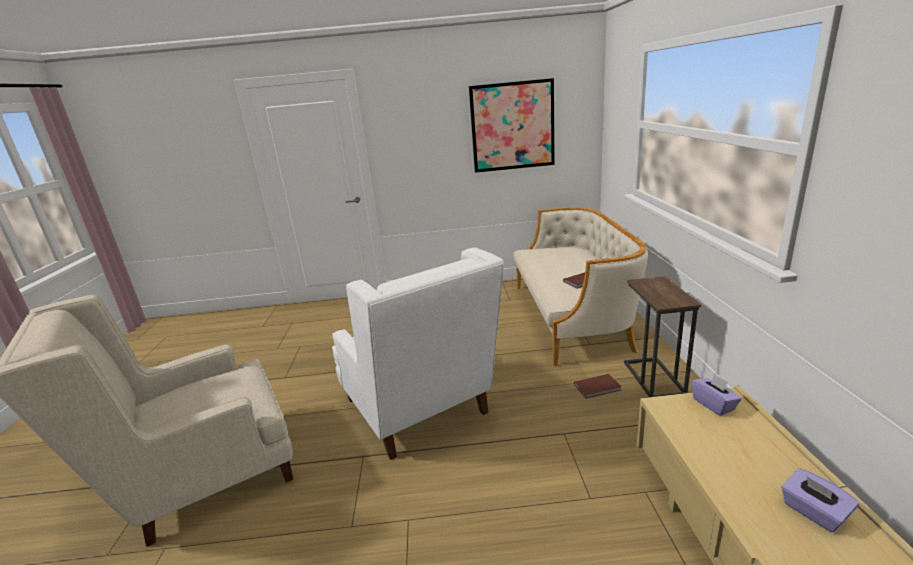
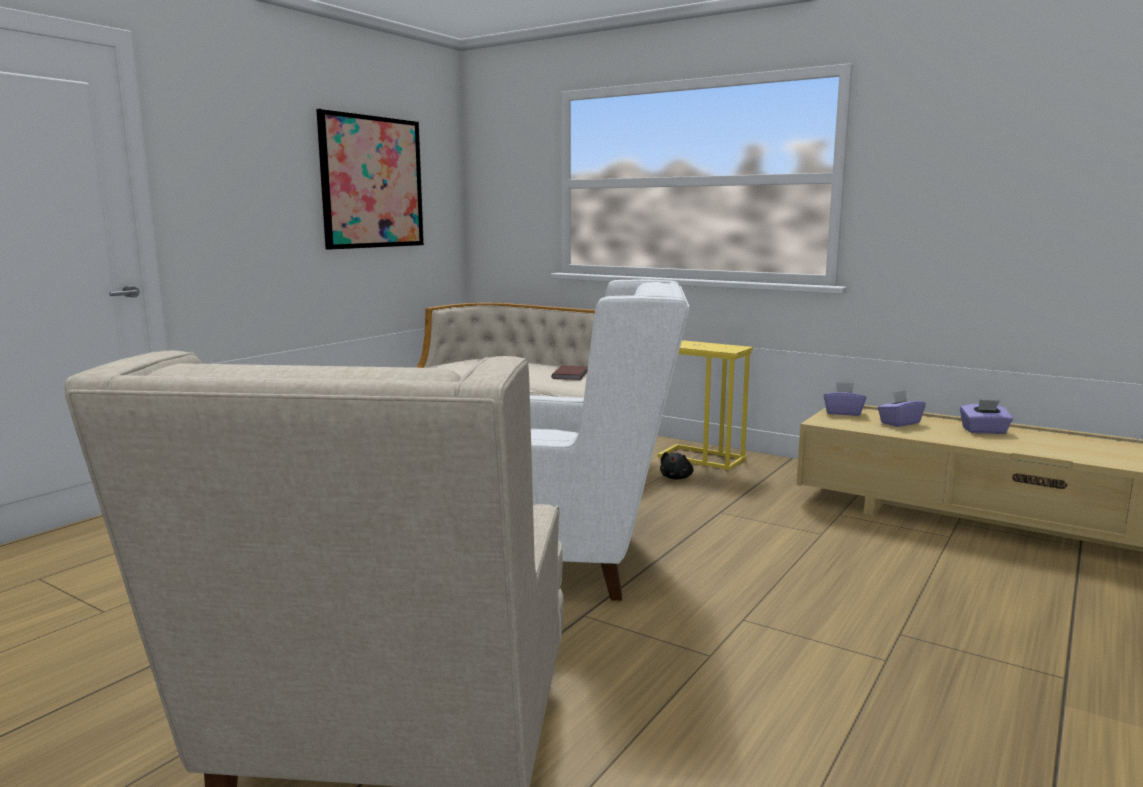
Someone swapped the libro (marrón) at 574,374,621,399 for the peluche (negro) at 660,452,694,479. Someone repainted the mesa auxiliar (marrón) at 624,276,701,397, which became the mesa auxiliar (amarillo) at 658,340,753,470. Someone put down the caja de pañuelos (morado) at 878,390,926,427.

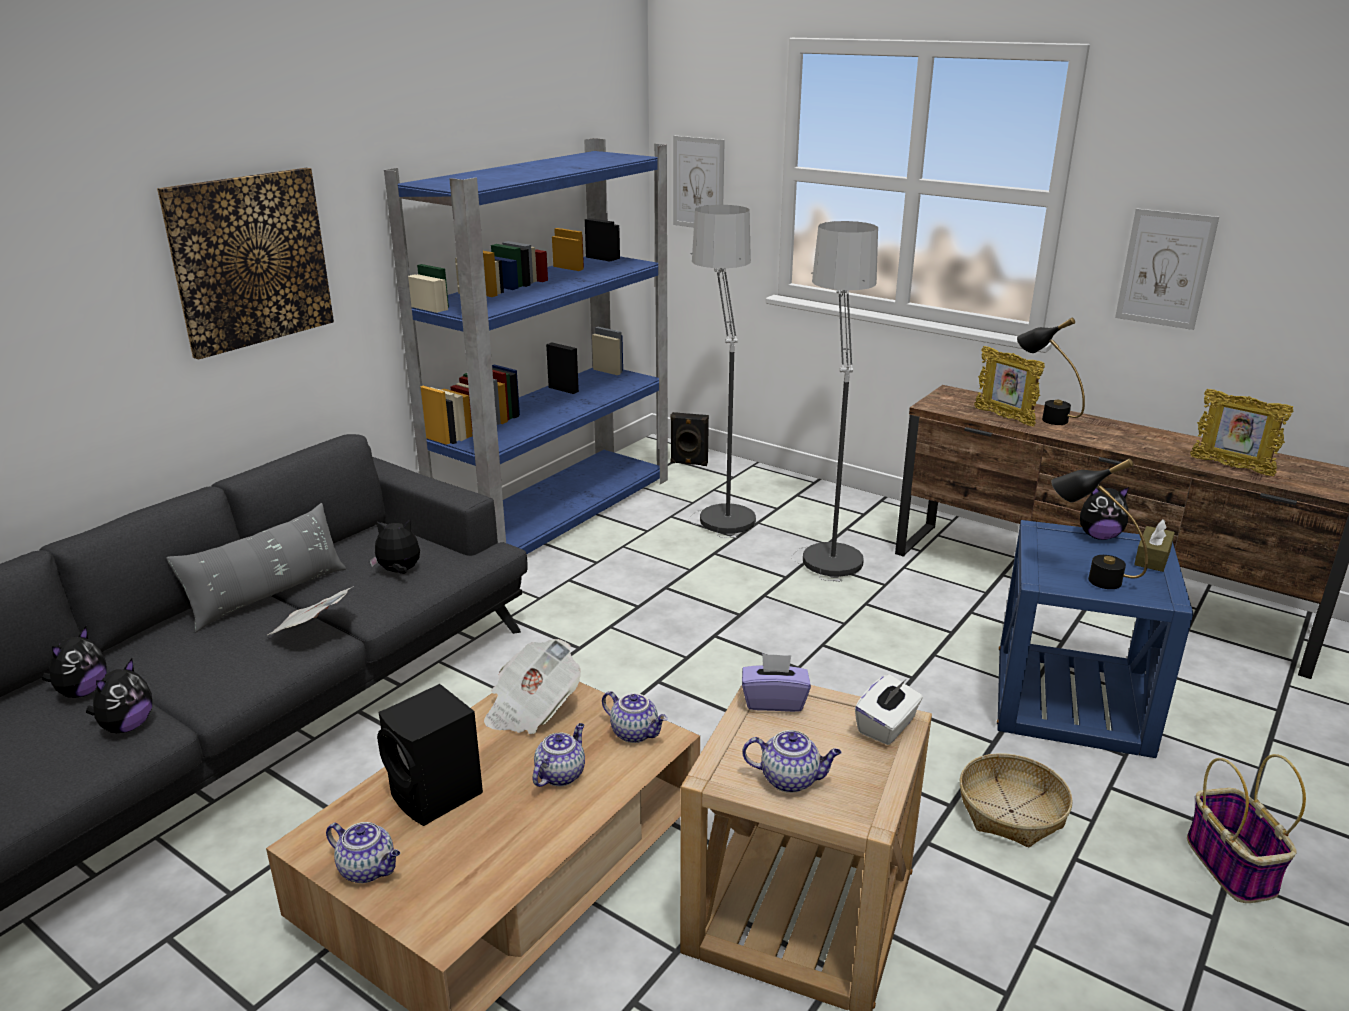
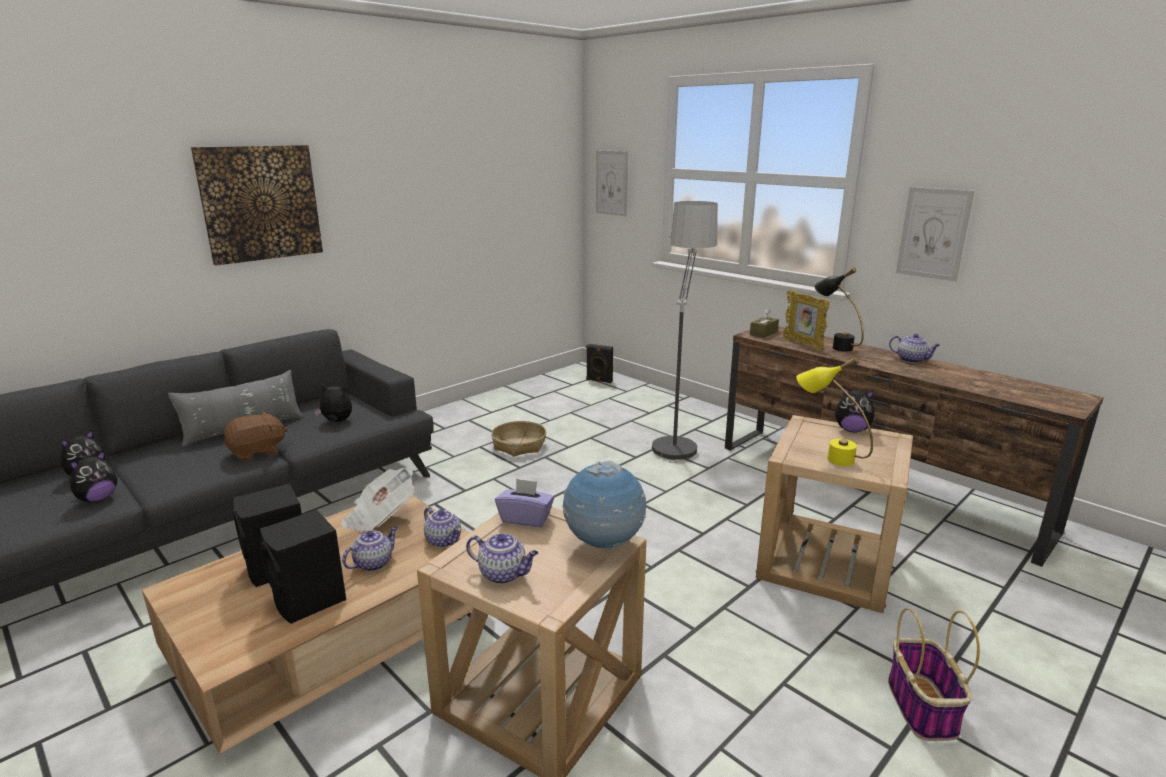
Someone swapped the periódico at 266,586,354,636 for the peluche (marrón) at 224,412,288,462. Someone carried the tetera from 326,822,400,883 to 889,334,940,363. Someone took away the estantería (azul) at 384,138,668,554. Someone took away the lámpara de pie at 689,205,756,538. Someone swapped the caja de pañuelos (blanco) at 855,674,923,745 for the globo terráqueo at 563,461,646,551. Someone carried the cesta from 960,753,1073,847 to 491,421,547,457. Someone repainted the mesa auxiliar (azul) at 997,520,1193,758, which became the mesa auxiliar (beis) at 756,415,913,613. Someone repainted the lámpara de mesa (negro) at 1051,458,1148,589, which became the lámpara de mesa (amarillo) at 797,357,873,466. Someone carried the caja de pañuelos (marrón) from 1134,520,1175,572 to 750,309,779,338. Someone took away the portarretratos at 1190,389,1293,476. Someone put down the altavoz (negro) at 259,510,346,624.

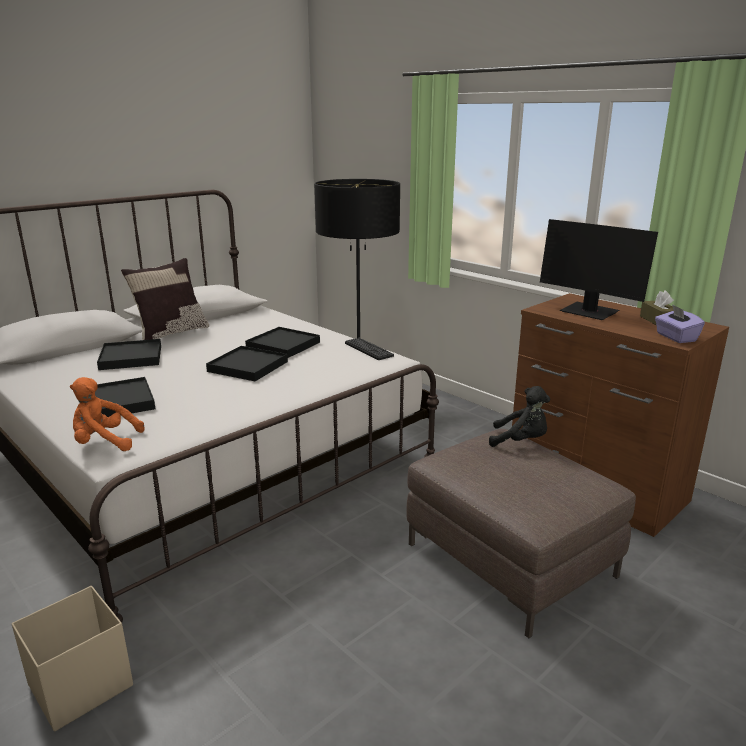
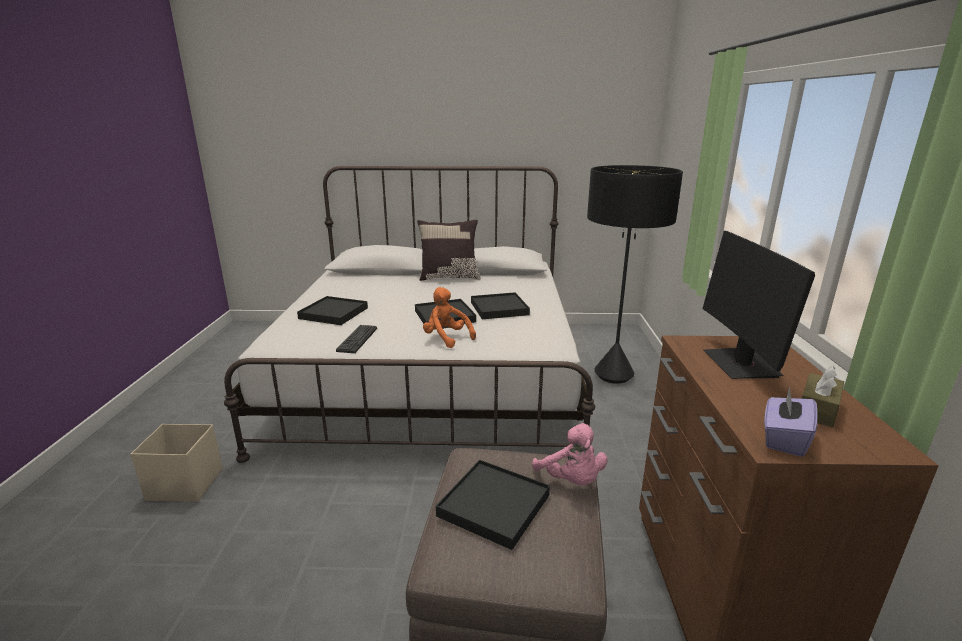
Someone carried the peluche (naranja) from 70,377,145,451 to 423,287,476,348. Someone carried the bandeja (negro) from 97,339,161,370 to 436,460,550,550. Someone carried the teclado from 345,338,394,360 to 336,325,377,353. Someone repainted the peluche (negro) at 489,386,550,447, which became the peluche (rosa) at 532,423,607,485.

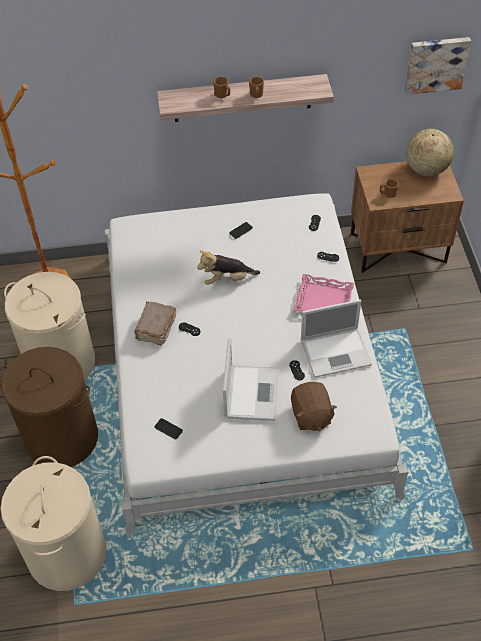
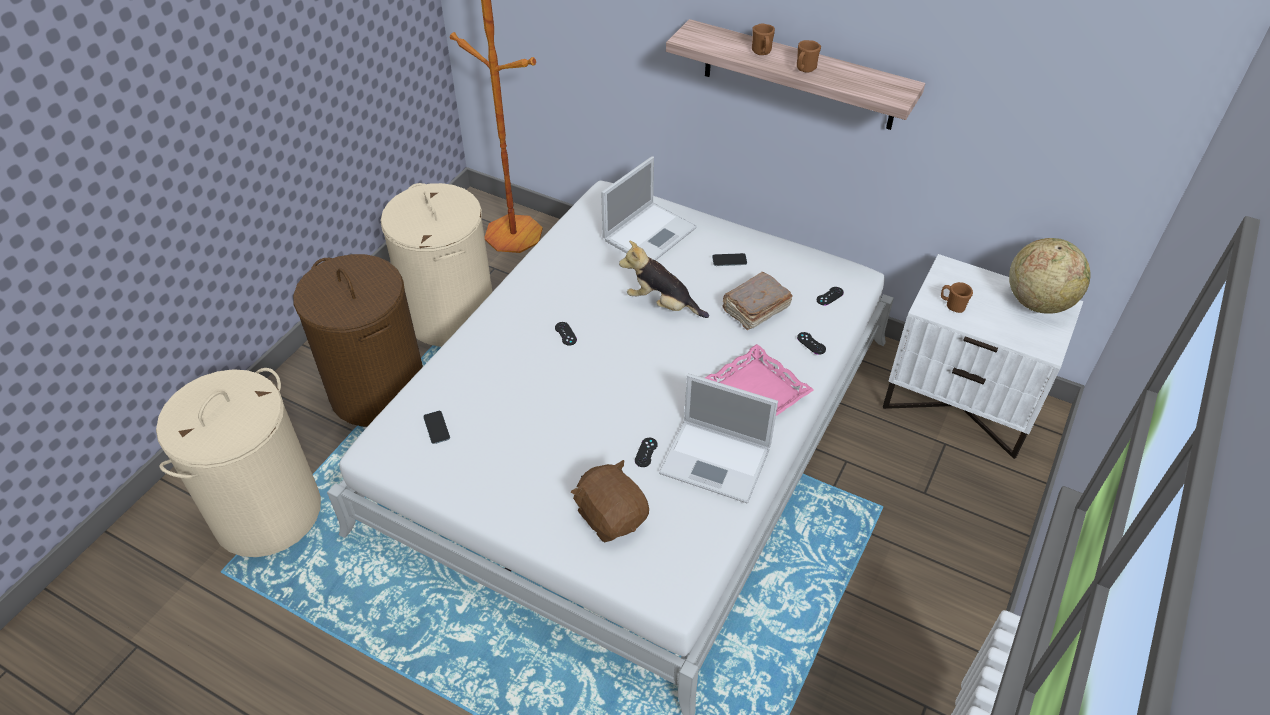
Someone carried the libro (marrón) from 135,302,176,346 to 722,272,793,330. Someone carried the portátil from 223,338,278,421 to 601,156,697,261. Someone rotated the peluche (marrón) at 291,382,337,431 by 120 degrees clockwise. Someone repainted the mesita de noche (marrón) at 351,161,464,273, which became the mesita de noche (blanco) at 883,254,1083,459. Someone took away the cuadro at 404,37,472,95.

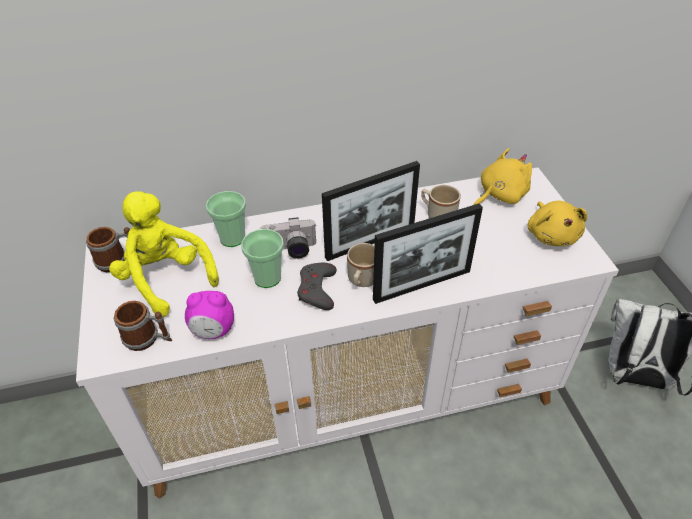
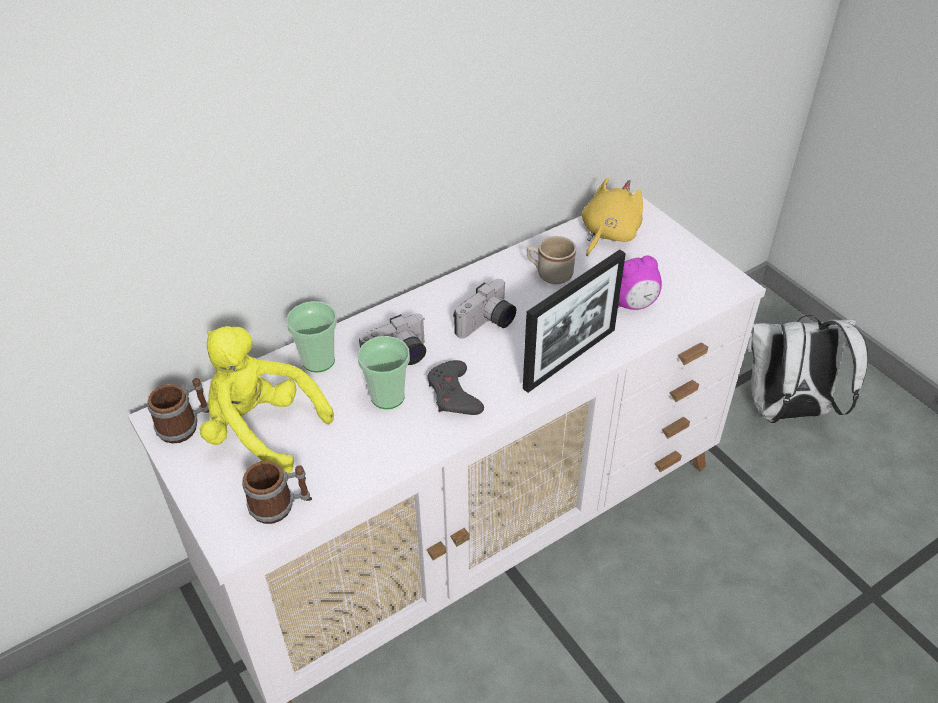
Someone carried the despertador from 185,291,234,339 to 618,256,662,310. Someone swapped the portarretratos at 322,161,420,261 for the cámara at 453,279,516,339. Someone took away the taza grande (beis) at 347,243,374,287. Someone took away the peluche (amarillo) at 528,201,587,246.

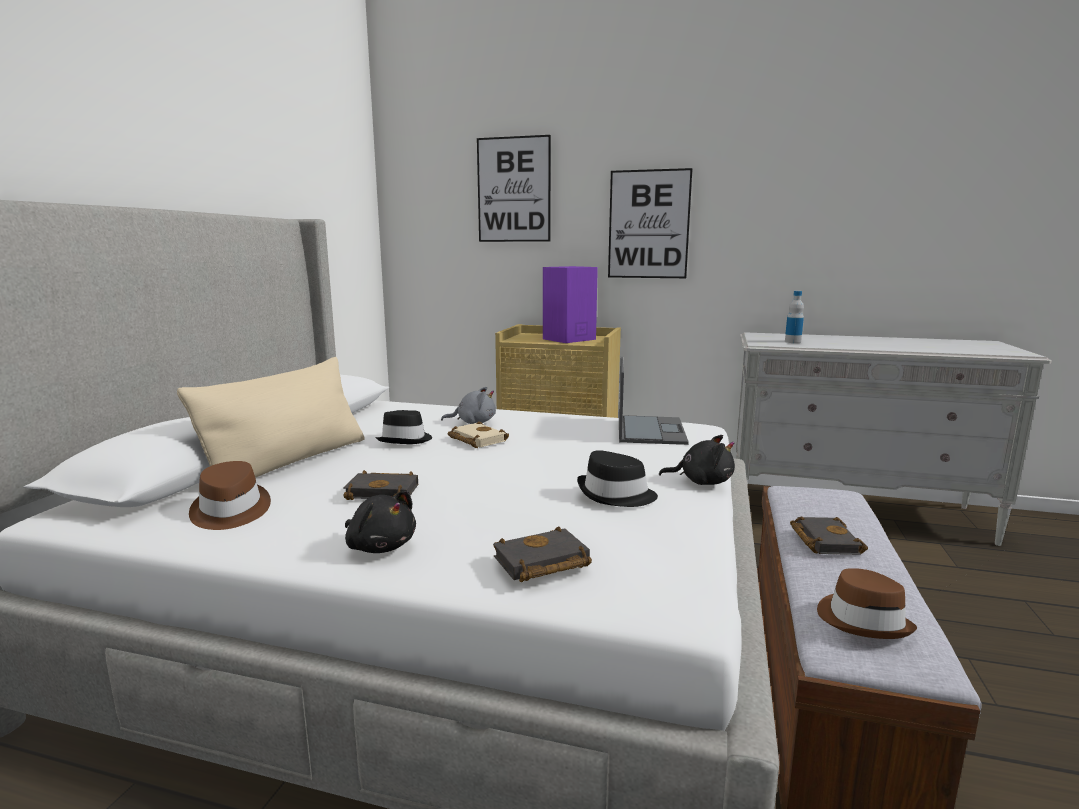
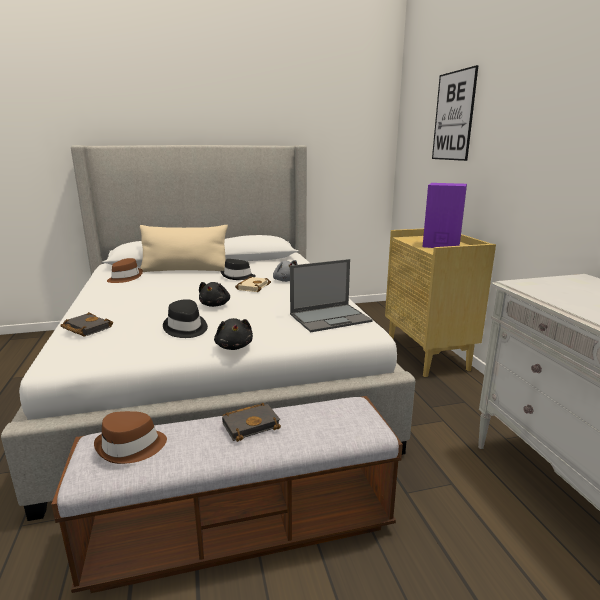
Someone took away the libro (negro) at 343,470,418,500. Someone carried the peluche (negro) from 345,491,416,553 to 199,282,230,307. Someone took away the cuadro at 608,168,693,278. Someone took away the botella at 785,291,804,343.

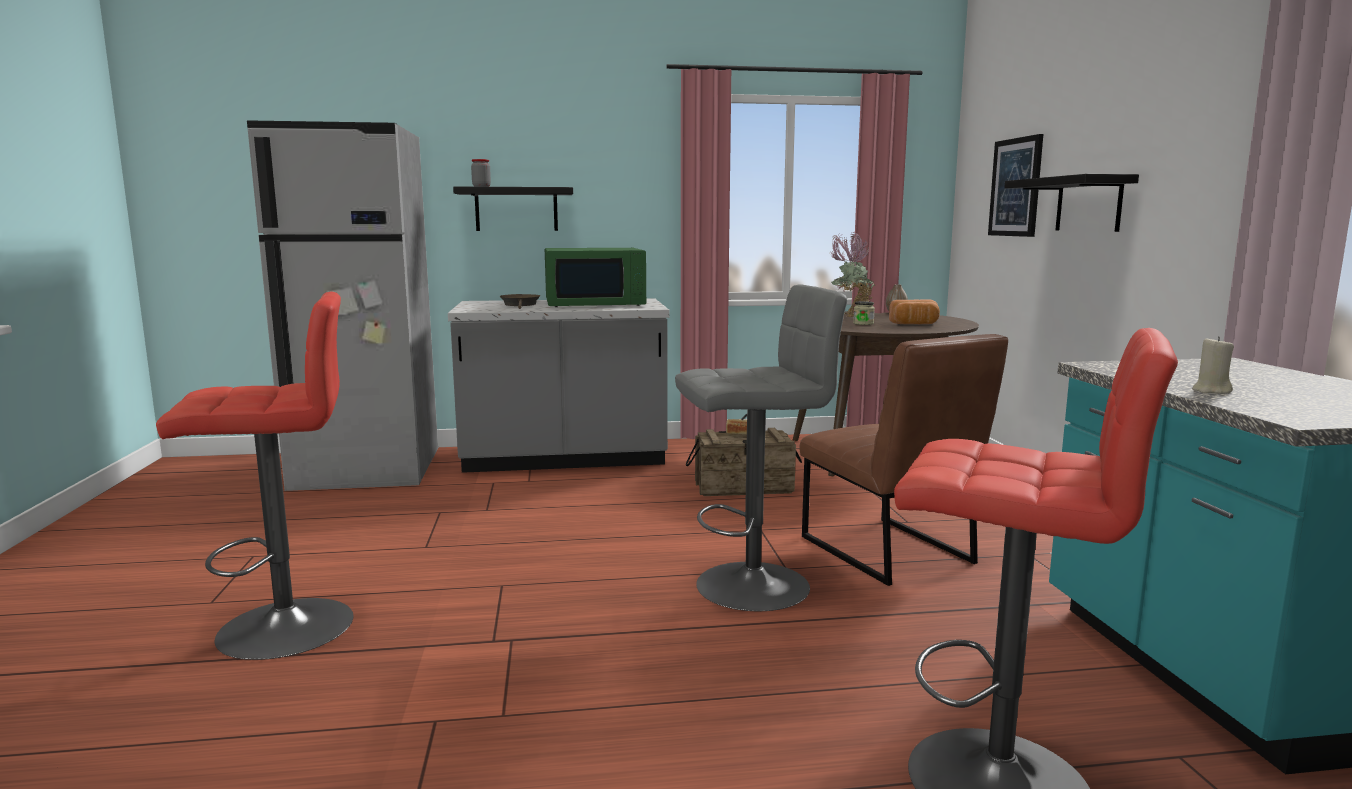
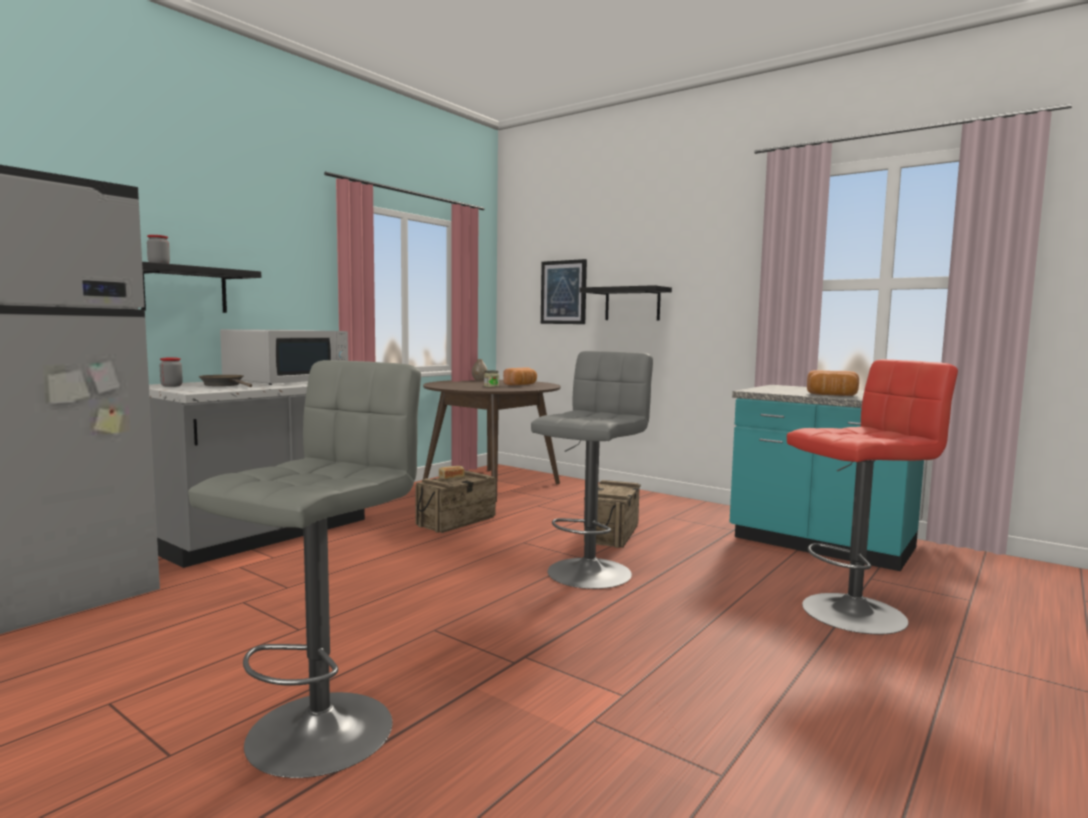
Someone repainted the taburete (rojo) at 156,292,354,660, which became the taburete (gris) at 188,360,421,778. Someone repainted the microondas (verde) at 545,248,646,307, which became the microondas (blanco) at 220,329,348,385. Someone swapped the silla (marrón) at 800,334,1008,586 for the caja de embalaje at 584,480,641,548. Someone took away the planta en maceta at 830,232,875,317. Someone swapped the vela (beis) at 1192,336,1234,394 for the pan at 807,370,859,396. Someone put down the tarro at 160,358,183,387.

